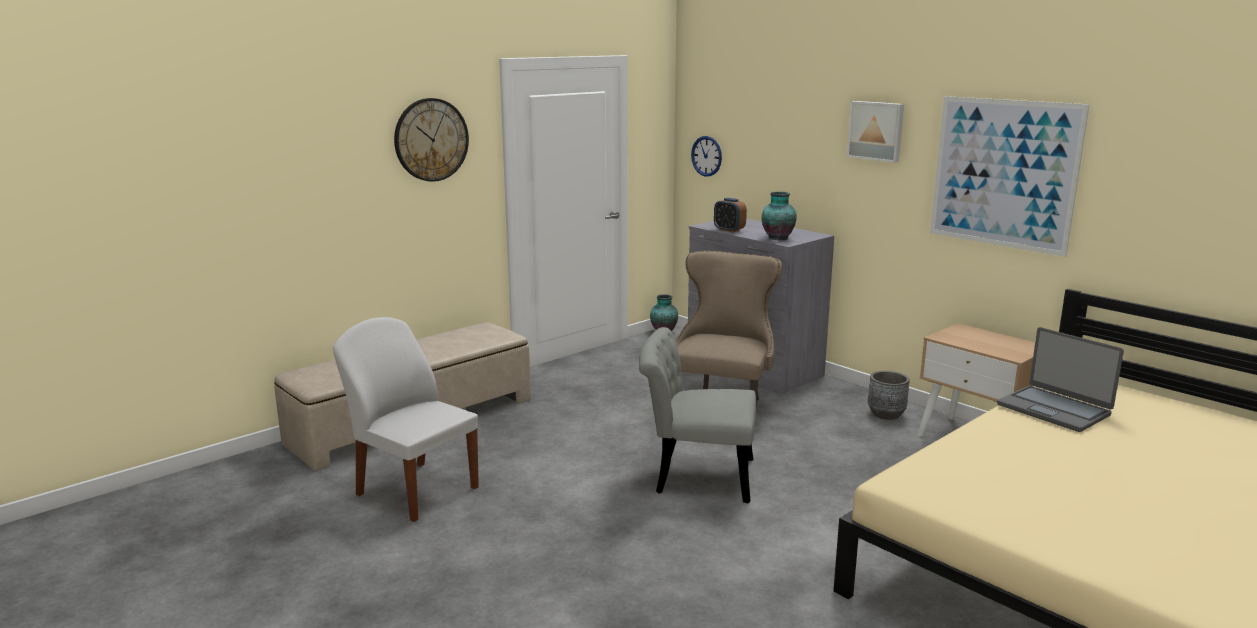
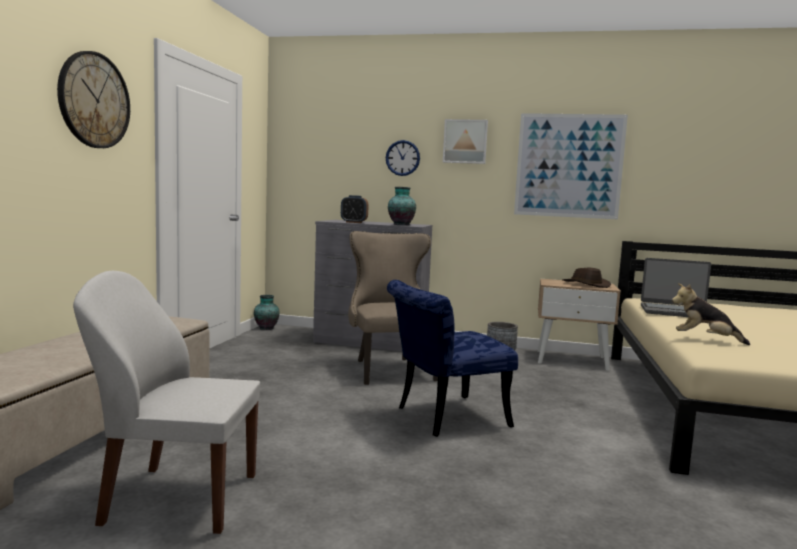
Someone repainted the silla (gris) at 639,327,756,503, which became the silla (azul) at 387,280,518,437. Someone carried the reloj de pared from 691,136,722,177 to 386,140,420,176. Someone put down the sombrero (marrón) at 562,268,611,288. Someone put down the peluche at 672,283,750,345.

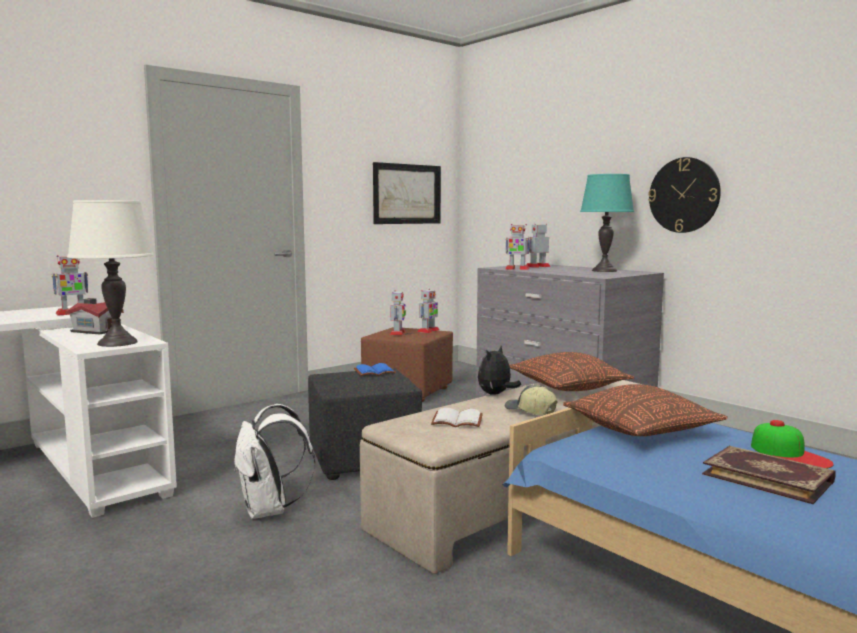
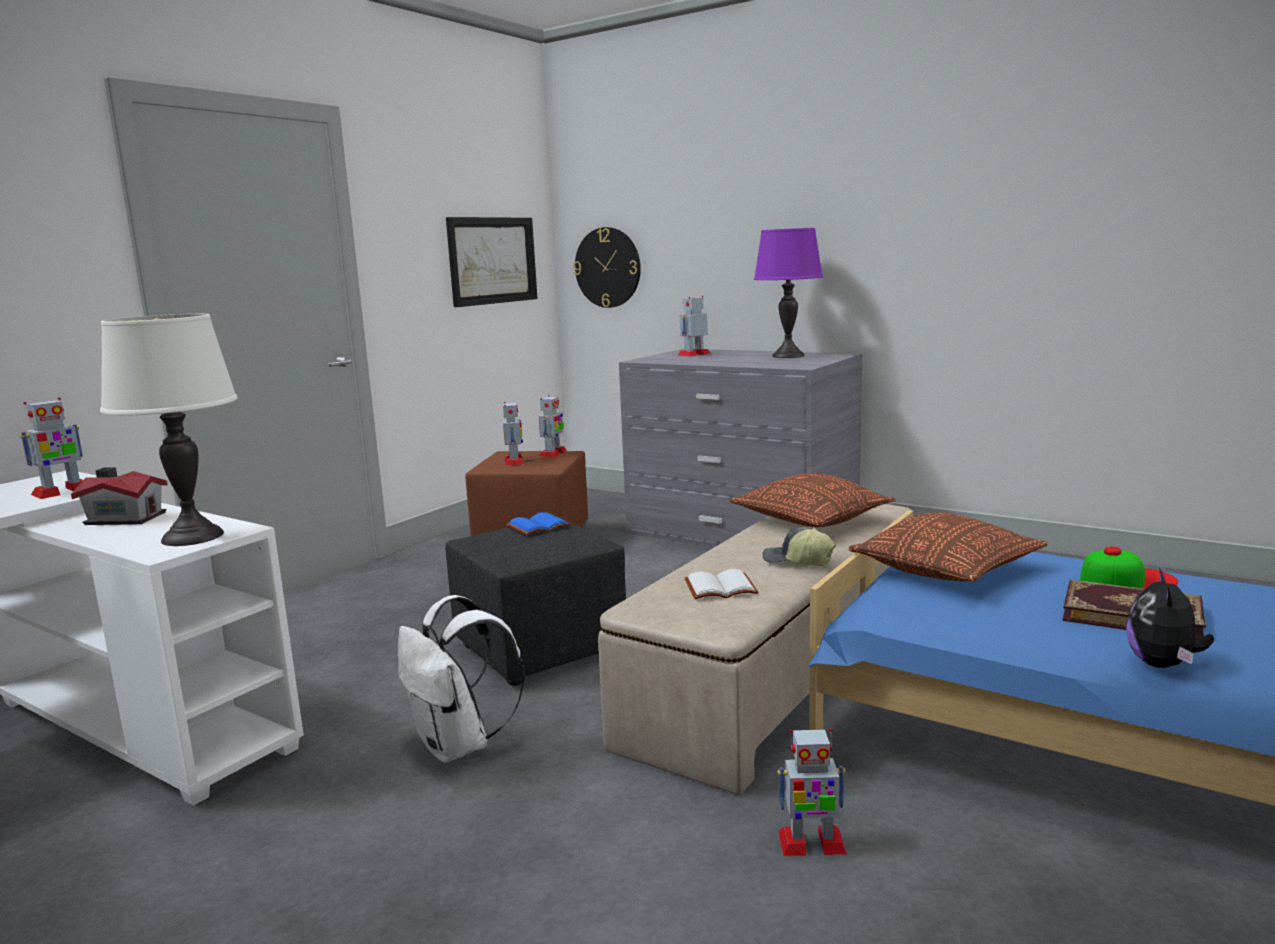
Someone carried the peluche from 478,346,521,395 to 1126,568,1214,668. Someone carried the robot de juguete from 505,224,530,270 to 777,728,847,856. Someone repainted the lámpara de mesa (turquesa) at 580,174,634,272, which became the lámpara de mesa (morado) at 754,228,823,358. Someone carried the reloj de pared from 648,157,721,233 to 574,227,641,308. Someone rotated the gorra at 751,420,834,468 by 60 degrees counterclockwise.

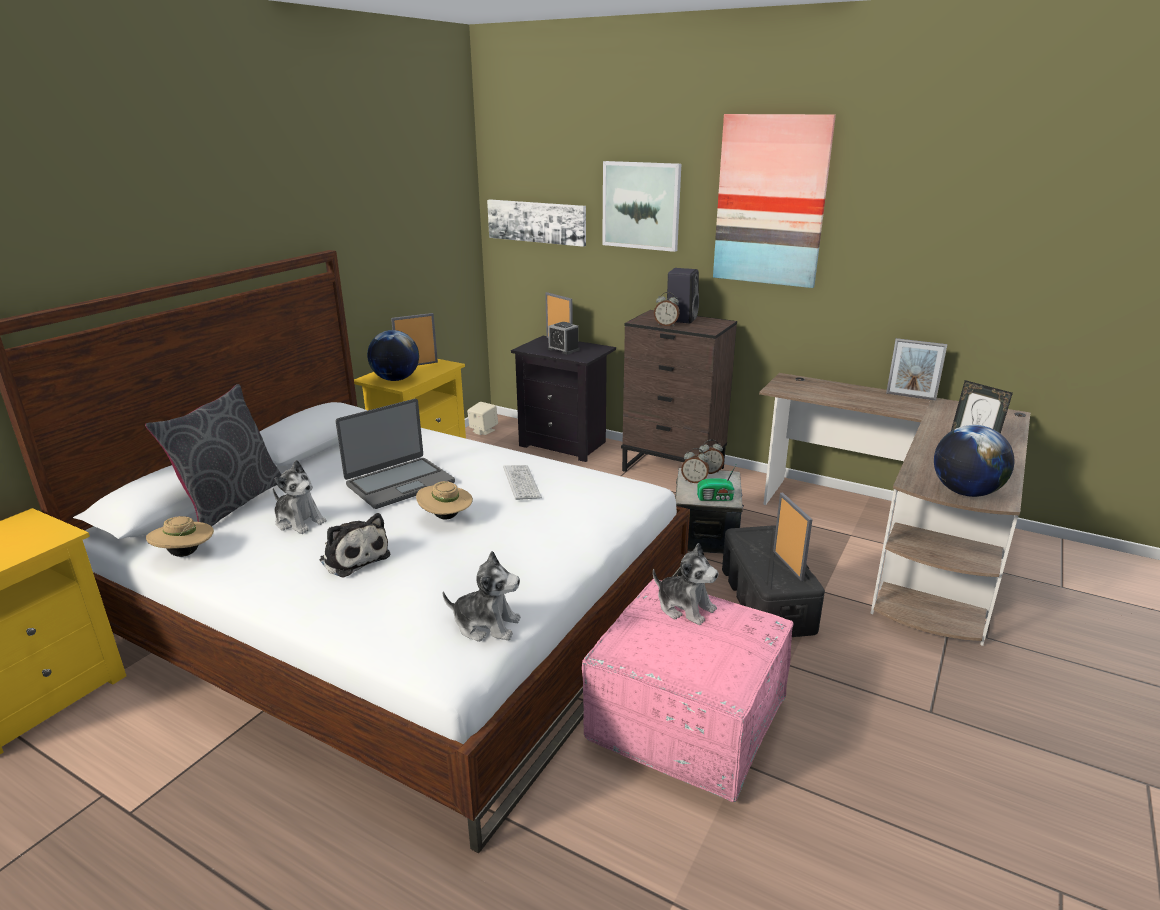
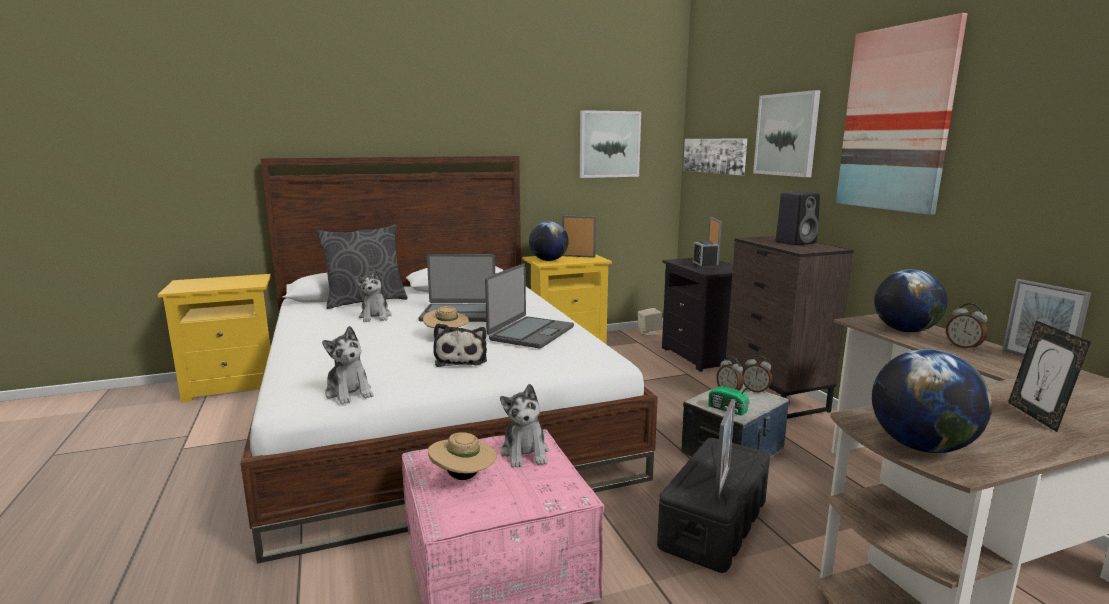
Someone carried the sombrero (beis) from 146,516,214,557 to 428,432,497,480. Someone carried the peluche from 319,513,390,578 to 433,323,487,367. Someone swapped the teclado at 503,465,542,500 for the portátil at 485,263,574,349. Someone carried the despertador from 654,292,680,326 to 946,303,988,351. Someone put up the cuadro at 580,110,641,178. Someone put down the globo terráqueo at 874,269,947,333.

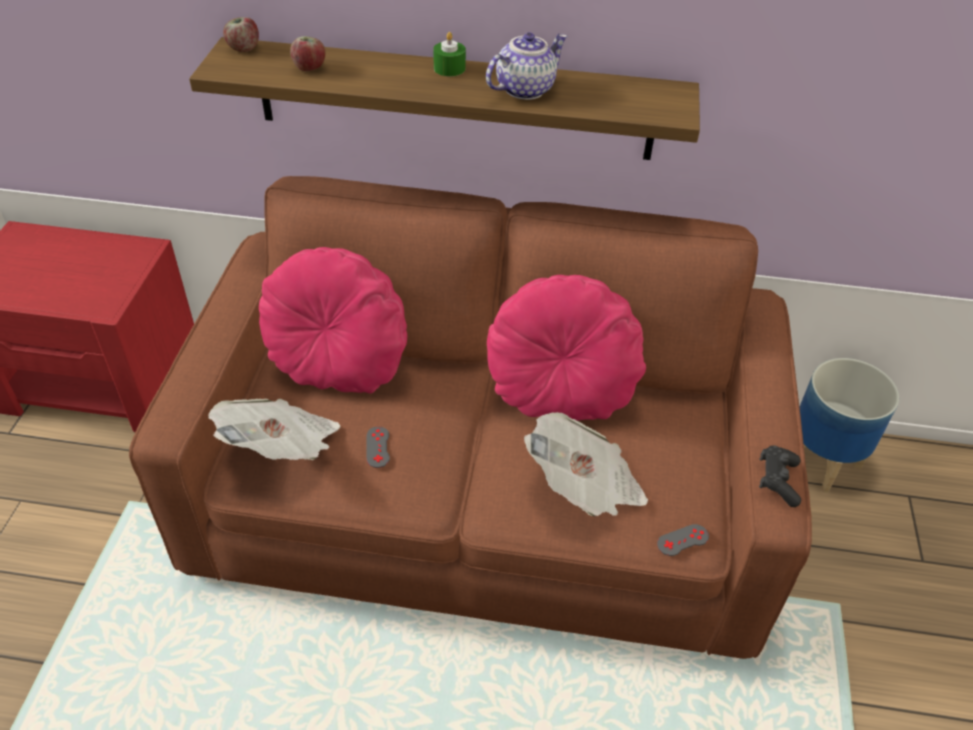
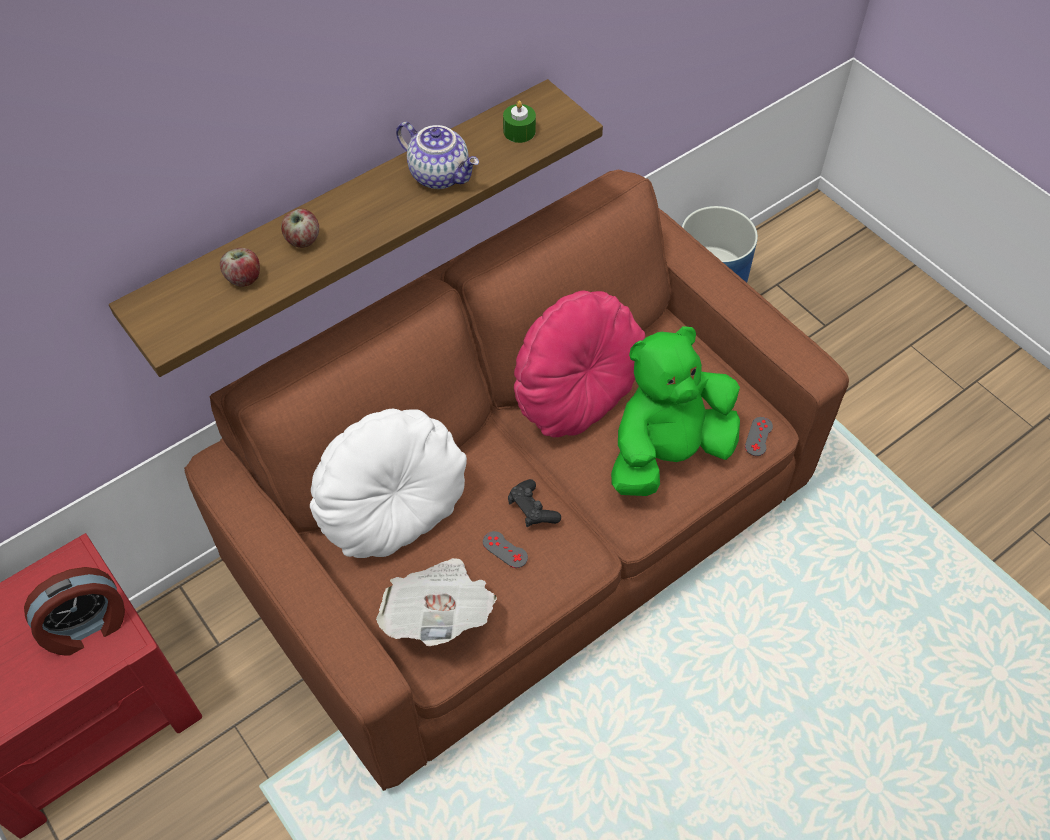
Someone carried the manzana from 223,17,259,52 to 281,209,319,248. Someone repainted the cojín (rosa) at 259,247,407,393, which became the cojín (blanco) at 310,409,467,558. Someone carried the vela (verde) from 433,32,466,77 to 503,100,536,143. Someone rotated the tetera at 486,32,568,100 by 120 degrees clockwise. Someone swapped the periódico at 524,412,648,517 for the peluche (verde) at 611,326,740,496. Someone carried the mando de consola (negro) from 759,445,801,507 to 508,479,561,527. Someone put down the despertador at 24,567,125,656.

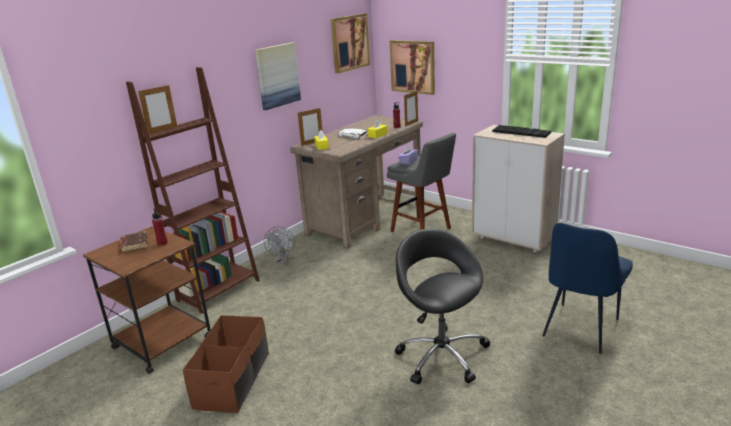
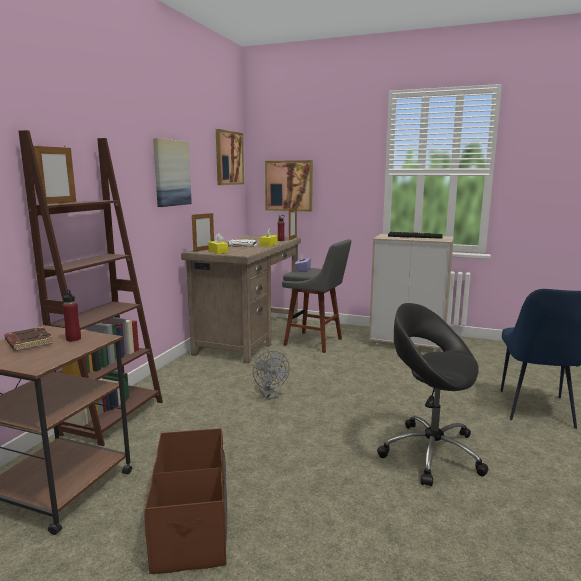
Someone carried the ventilador (gris) from 264,226,295,264 to 253,351,290,400.

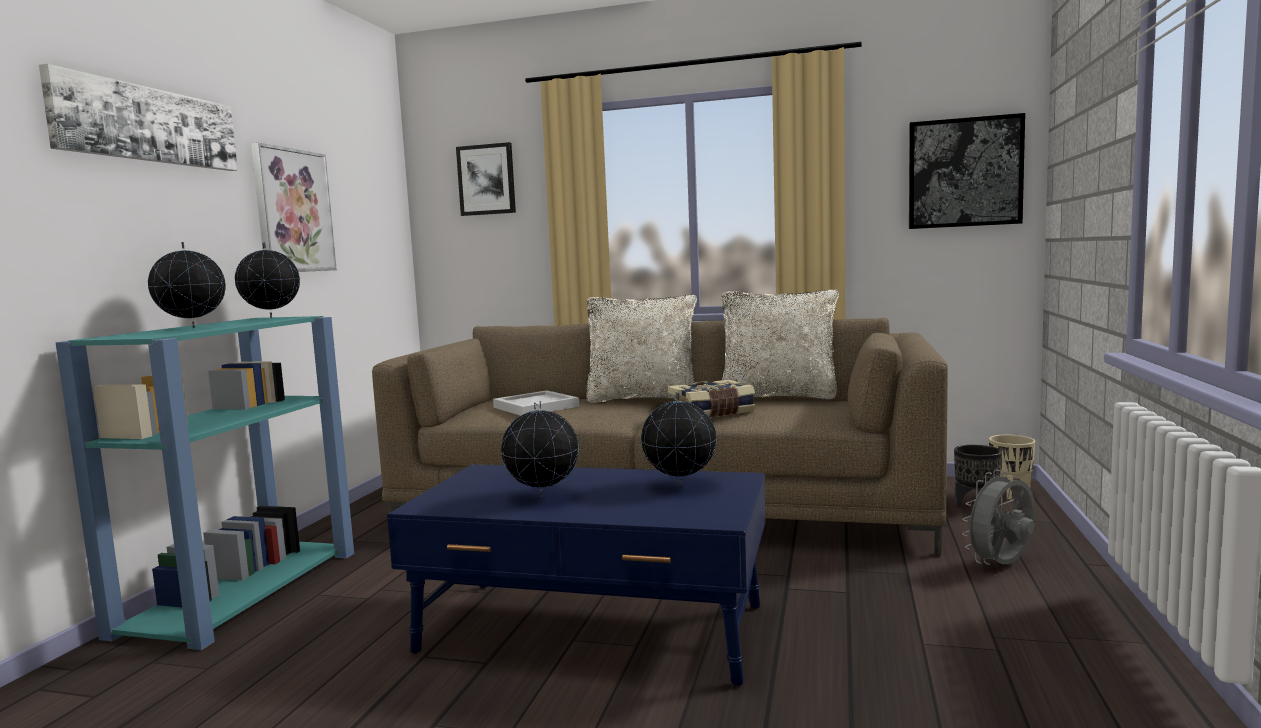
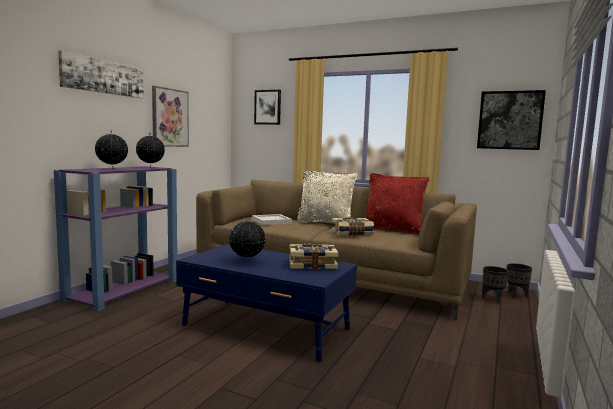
Someone repainted the estantería (turquesa) at 55,316,354,650, which became the estantería (morado) at 54,166,177,311. Someone swapped the globo terráqueo at 641,392,717,485 for the libro at 289,244,339,270. Someone repainted the cojín (beis) at 722,289,839,400, which became the cojín (rojo) at 365,173,430,234. Someone took away the ventilador (gris) at 962,470,1035,565. Someone repainted the maceta (beis) at 989,435,1035,500, which became the maceta (negro) at 507,263,532,299.

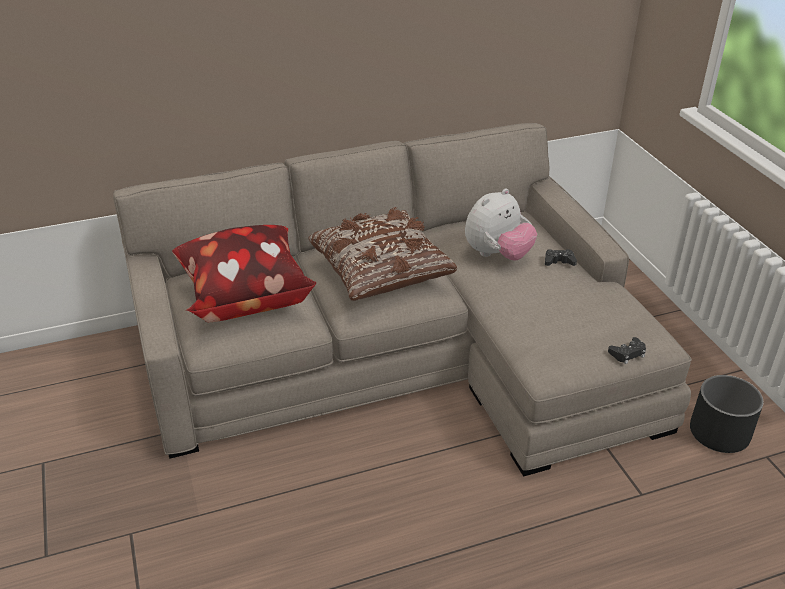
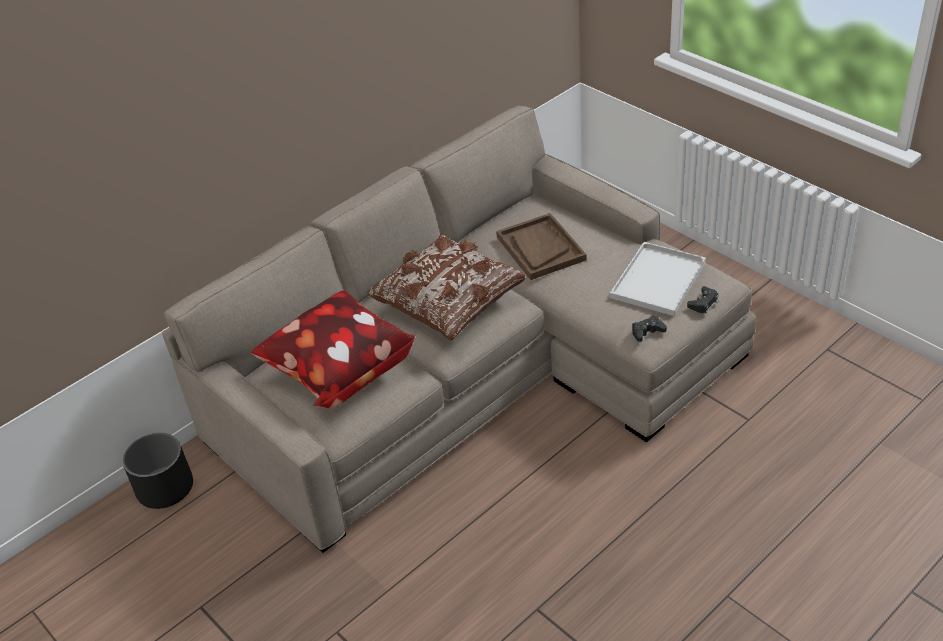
Someone swapped the peluche at 465,189,537,261 for the bandeja (marrón) at 496,213,587,280. Someone carried the mando de consola (negro) from 545,249,577,266 to 632,316,667,342. Someone carried the maceta (negro) from 690,375,764,453 to 122,432,193,509. Someone put down the bandeja (blanco) at 610,242,706,316.

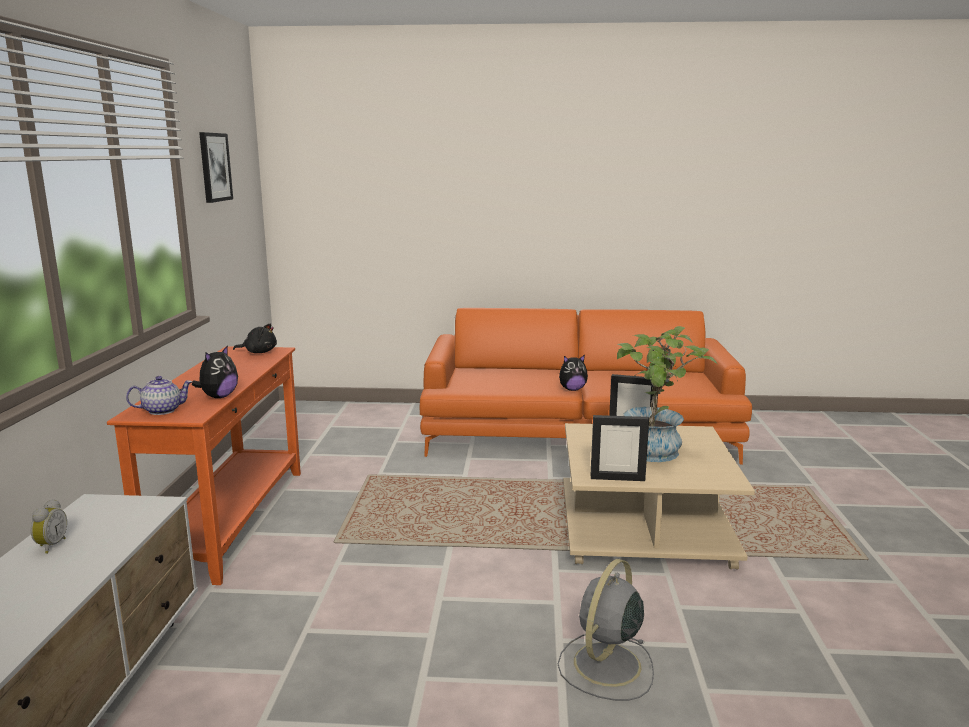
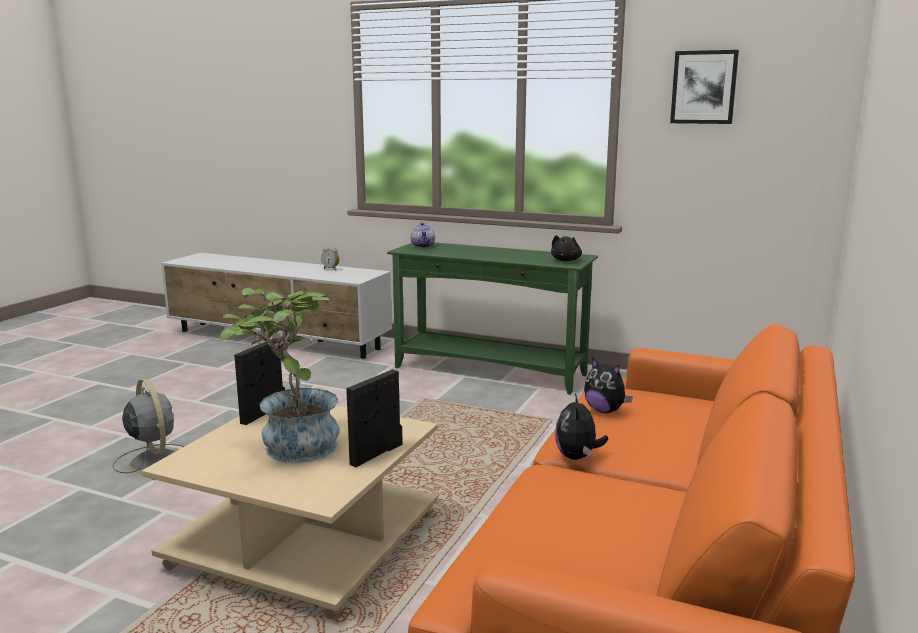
Someone repainted the mesa consola (naranja) at 107,346,301,585, which became the mesa consola (verde) at 387,242,598,395. Someone carried the peluche from 192,345,238,398 to 584,358,633,413.

